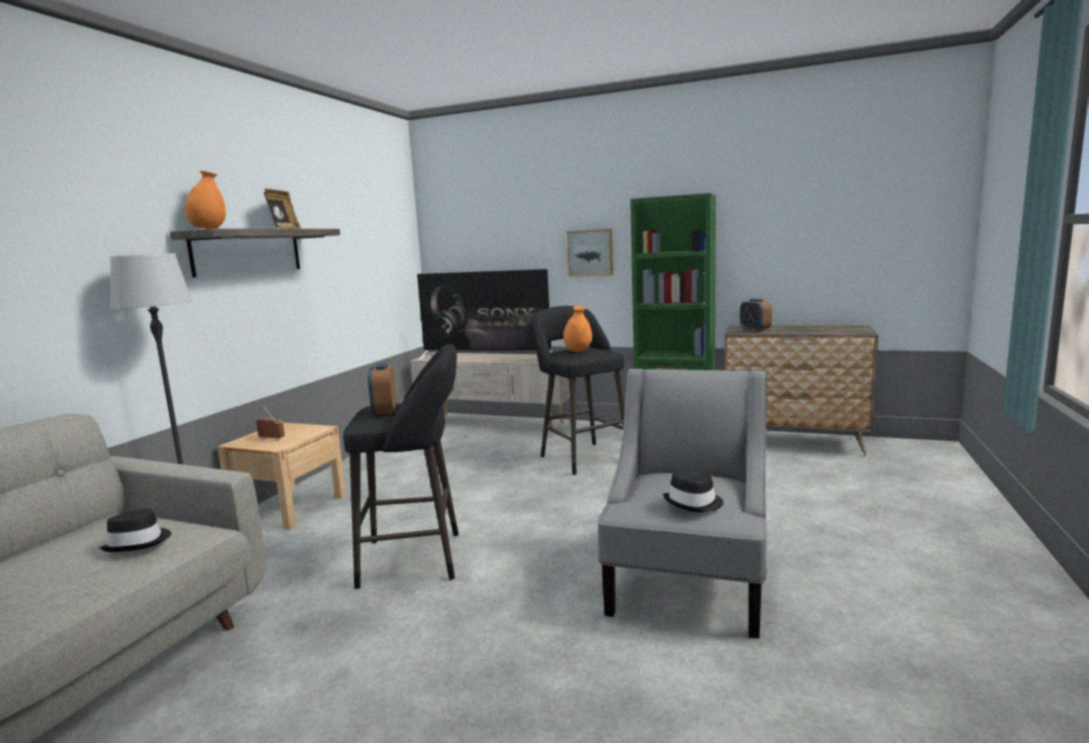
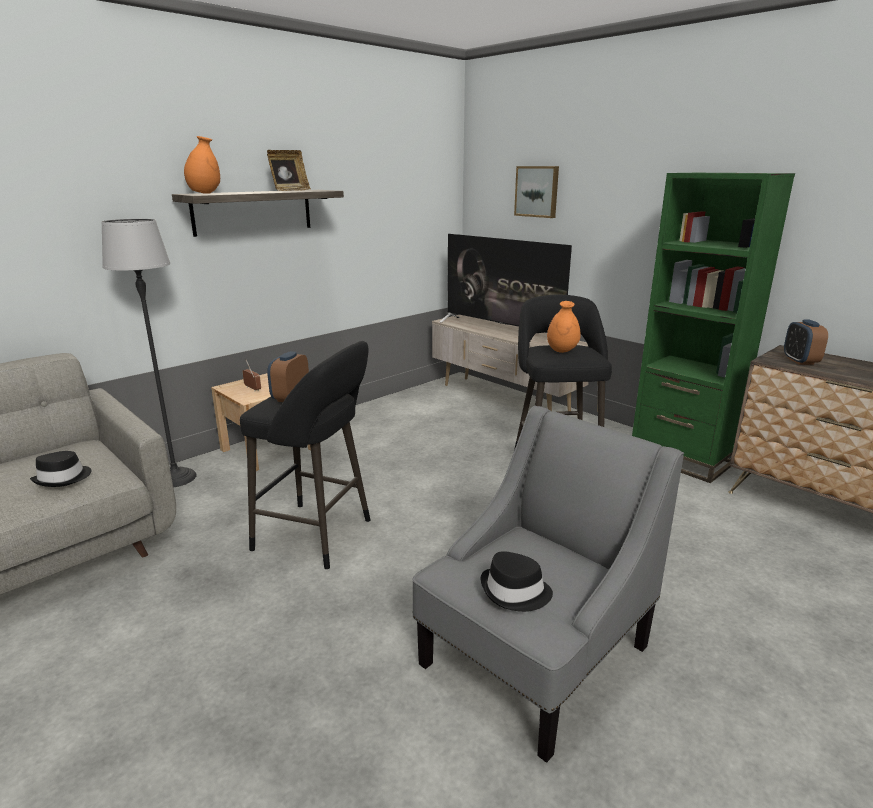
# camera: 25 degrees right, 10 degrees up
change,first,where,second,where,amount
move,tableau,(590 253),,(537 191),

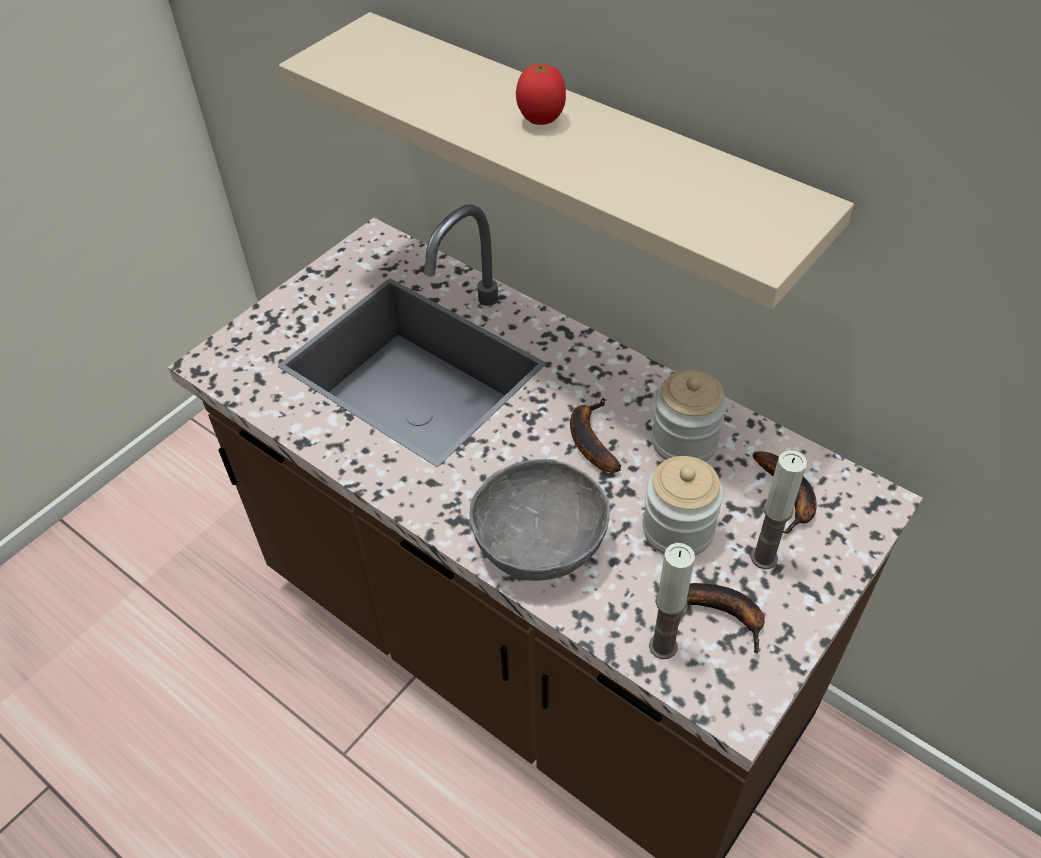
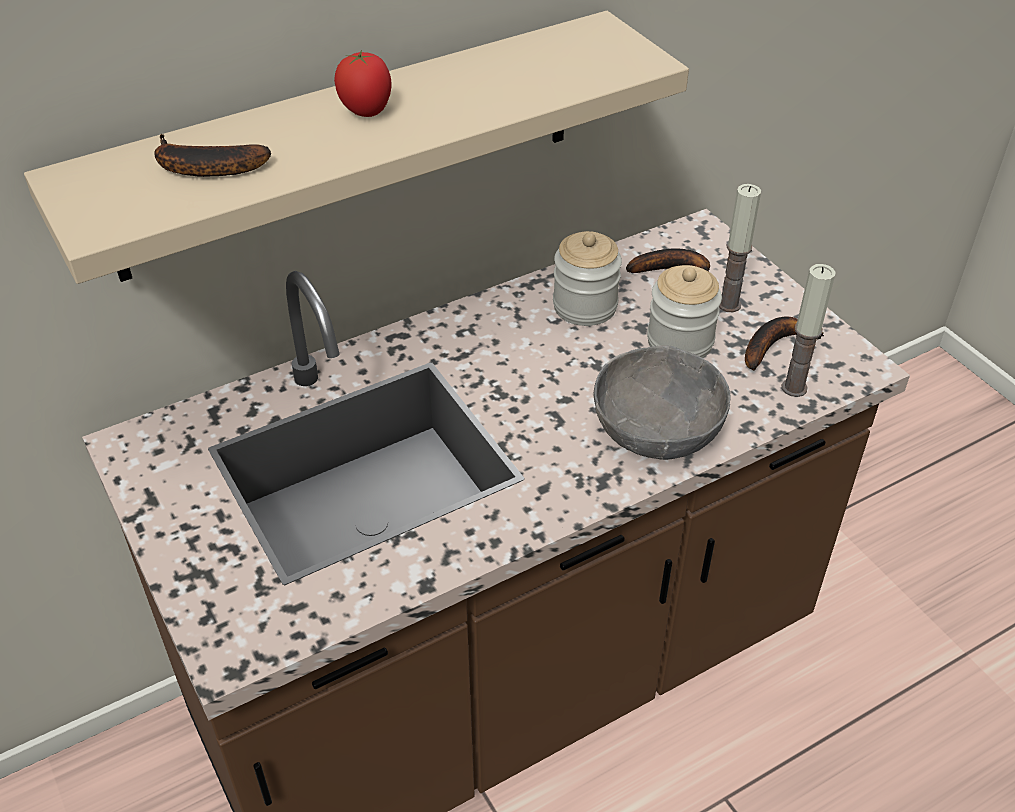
# camera: 70 degrees left, 5 degrees down
change,first,where,second,where,amount
move,banane,(589 439),,(202 168),

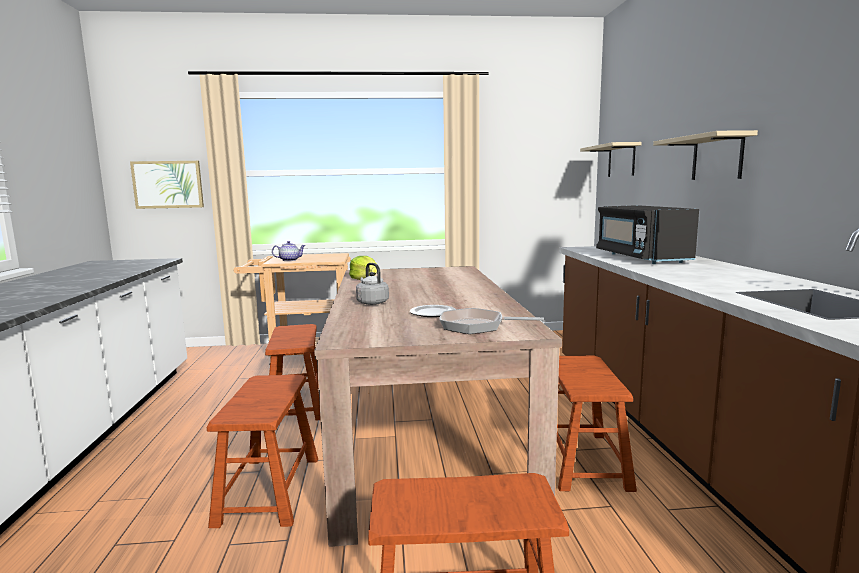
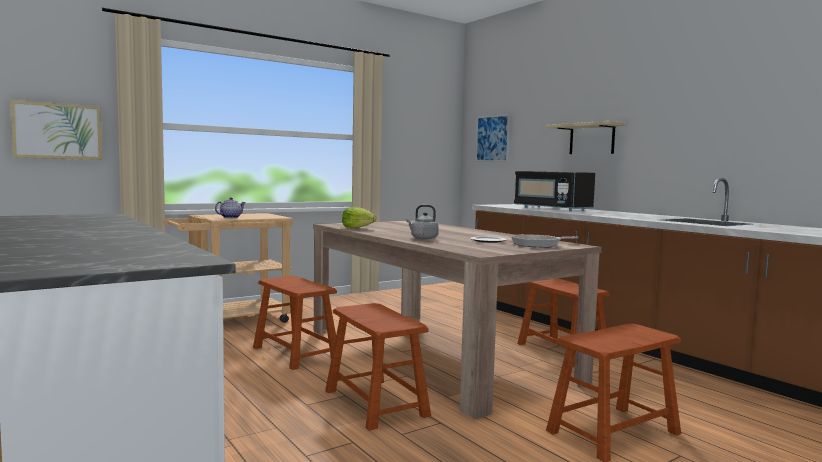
# camera: 30 degrees left, 5 degrees down
change,first,where,second,where,amount
replace,étagère (beige),(621 160),tableau,(492 138),

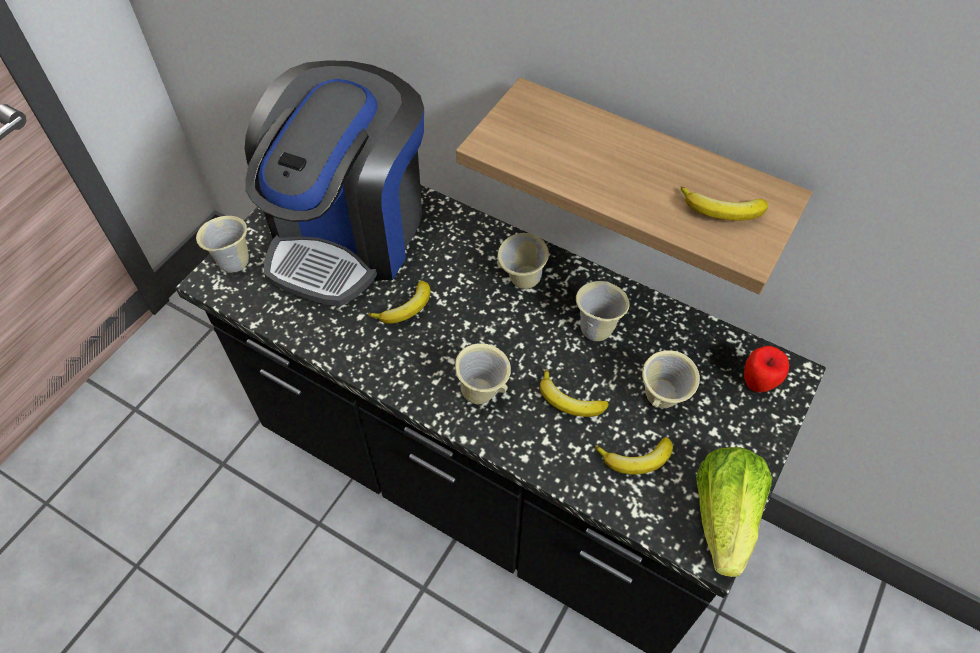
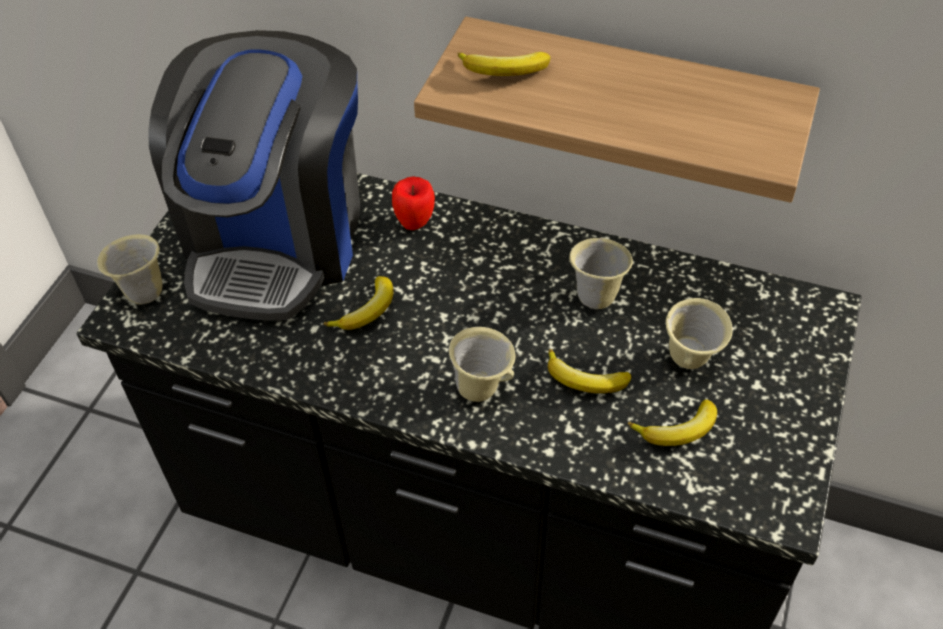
# camera: 10 degrees left, 5 degrees down
change,first,where,second,where,amount
delete,mug (beige),(521 282),,,
move,banane,(721 212),,(504 72),
delete,laitue,(725 516),,,
move,pomme,(757 384),,(415 224),

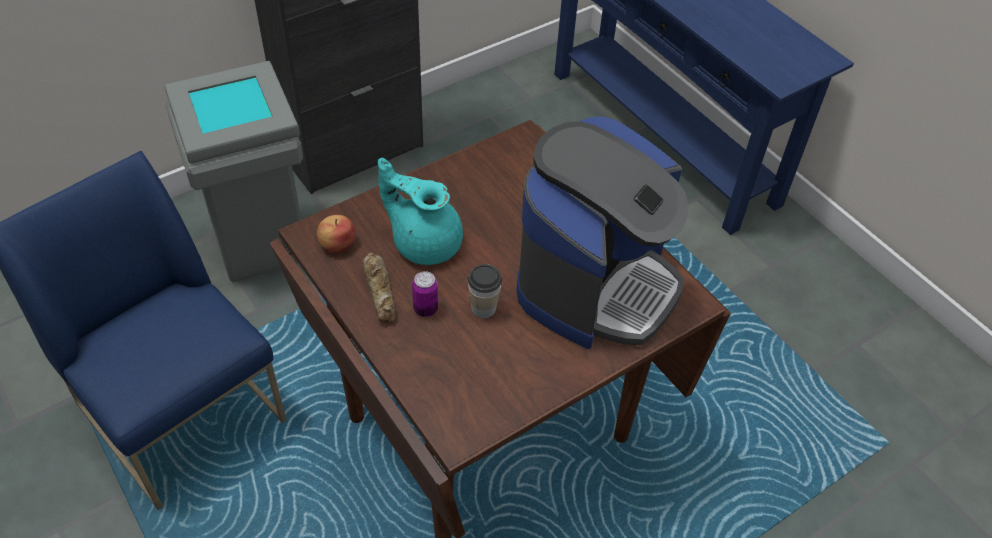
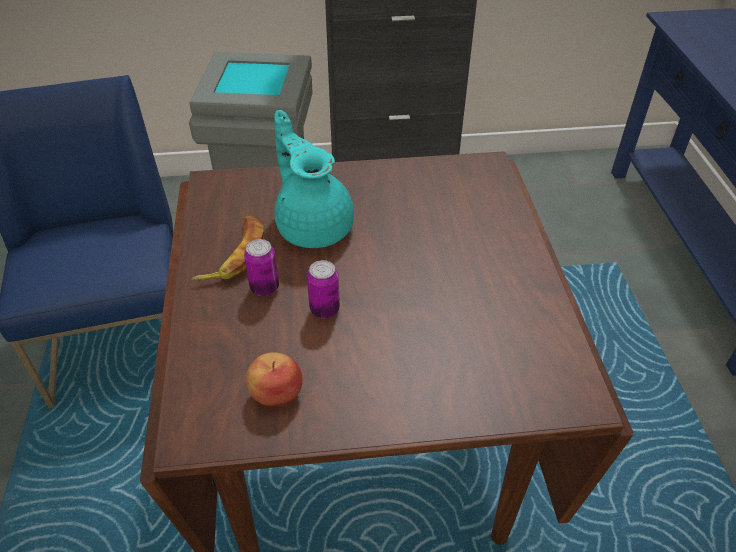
# camera: 30 degrees right, 5 degrees down
change,first,where,second,where,amount
move,pomme,(337 244),,(276 393),
replace,pain,(380 291),banane,(235 254),
replace,tasse,(483 308),boîte métallique,(324 309),
delete,machine à café,(596 284),,,

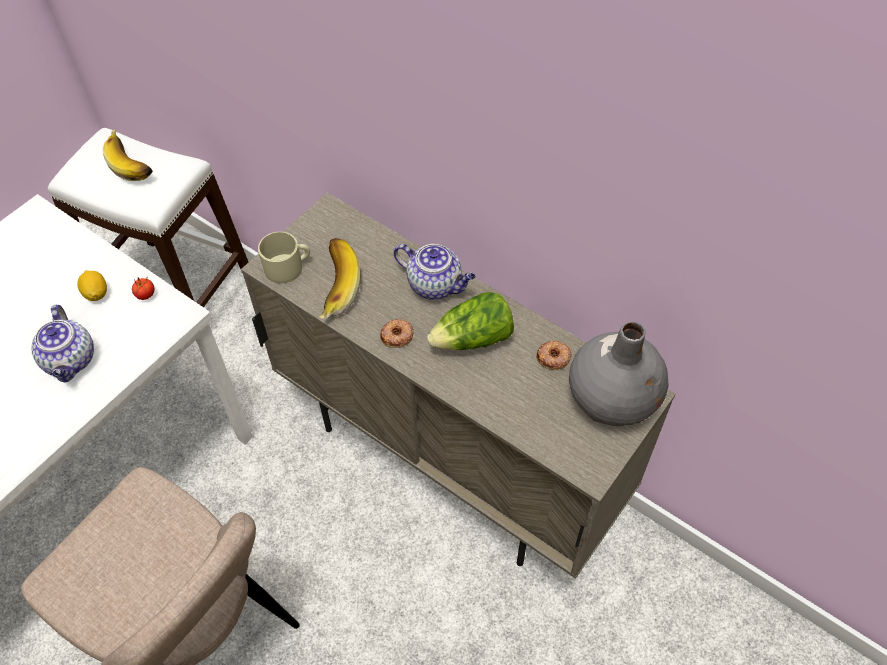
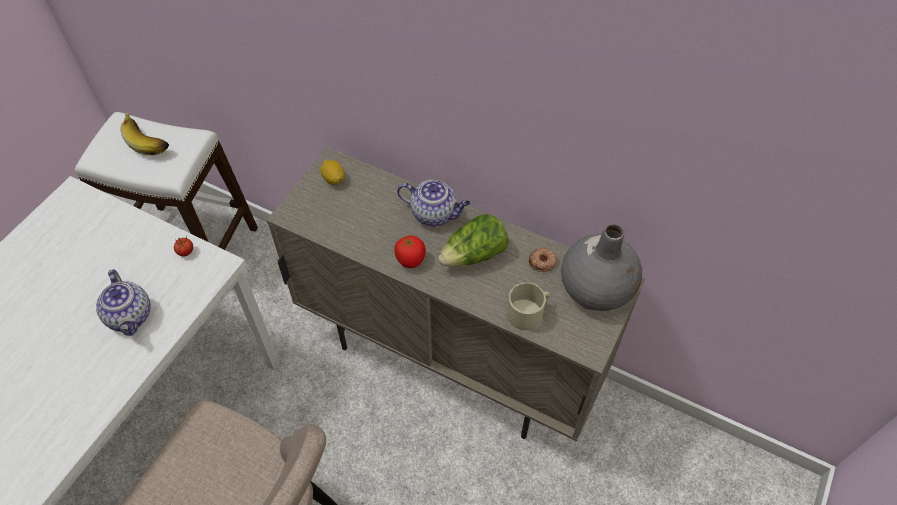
# camera: 10 degrees left, 0 degrees up
change,first,where,second,where,amount
move,citron,(96 293),,(333 179),
move,mug (beige),(288 267),,(528 312),
delete,banane,(333 287),,,
replace,beignet,(397 336),tomate,(411 260),

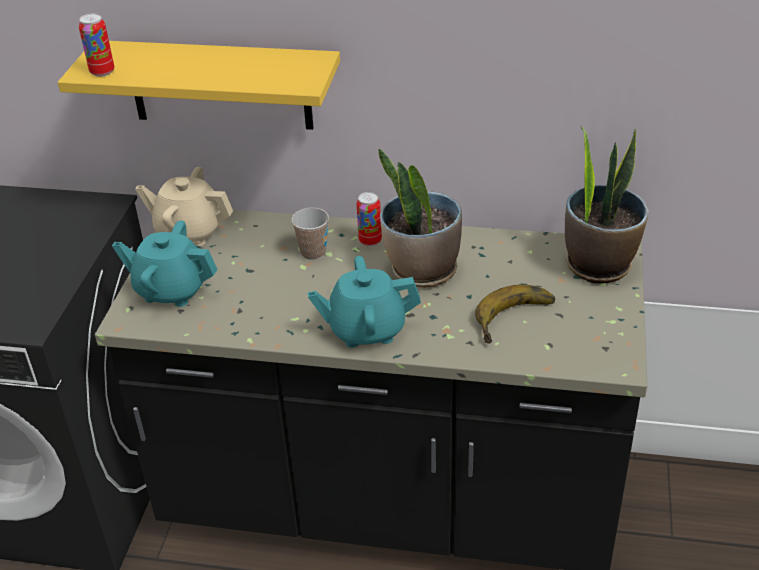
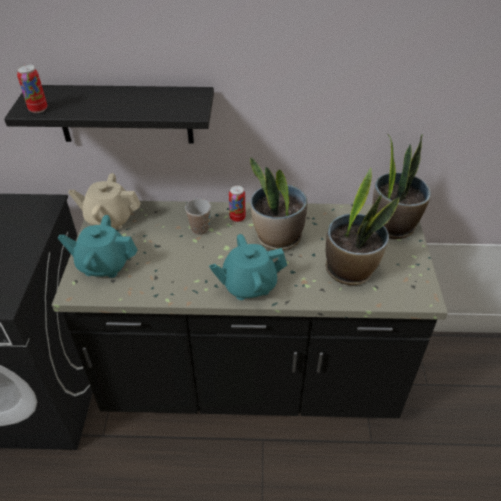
# camera: 10 degrees left, 5 degrees up
change,first,where,second,where,amount
recolor,étagère (jaune),(220 85),étagère (noir),(125 114),
replace,banane,(517 320),plante en pot,(350 270),

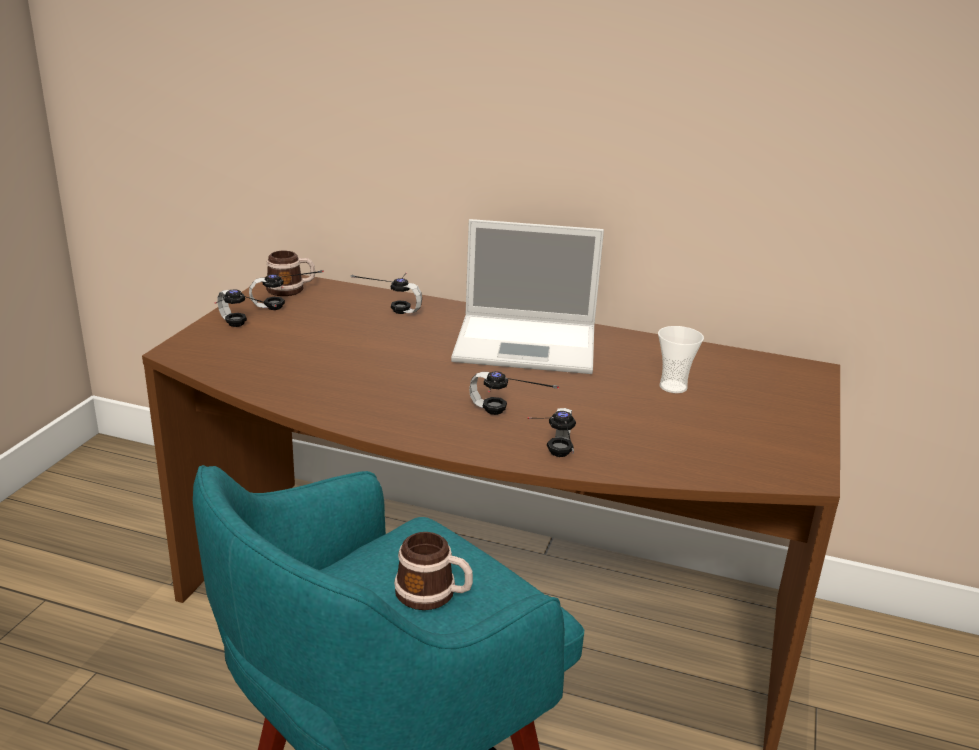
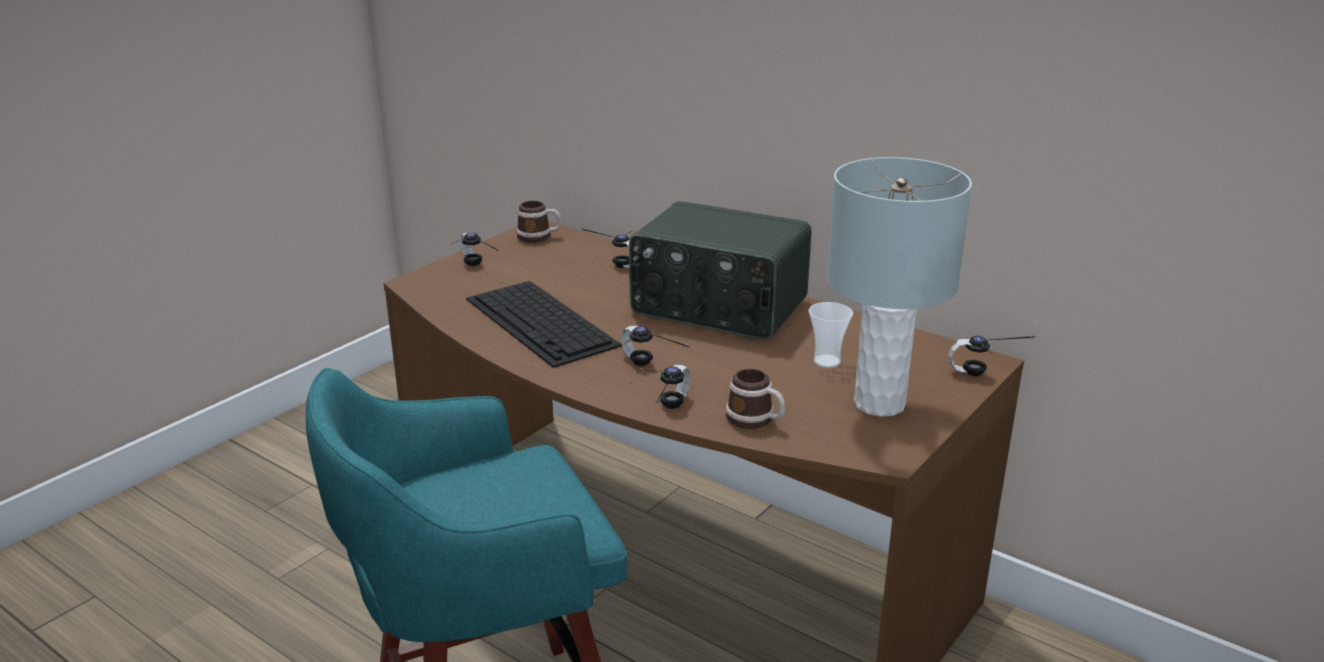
# camera: 20 degrees right, 0 degrees up
change,first,where,second,where,amount
move,casque audio,(288 309),,(990 377),
move,mug,(433 594),,(755 420),
replace,ordinateur portable,(529 345),radio,(718 307),
insert,,,clavier,(542 322),
insert,,,lampe de table (gris),(880 403),

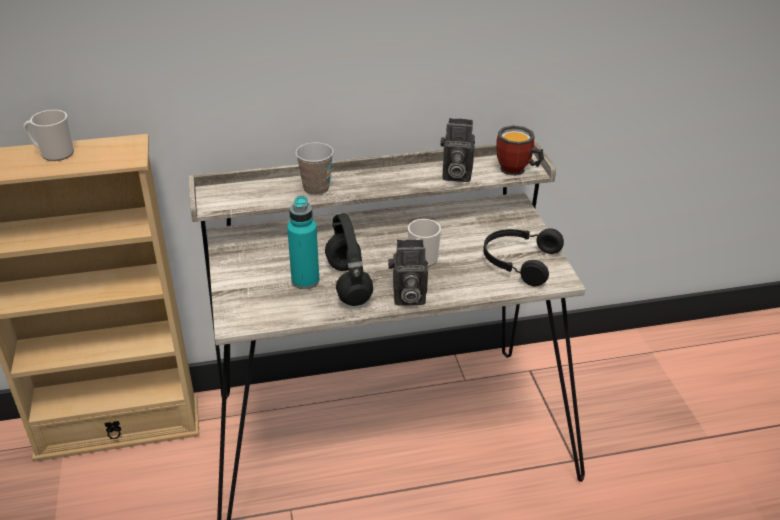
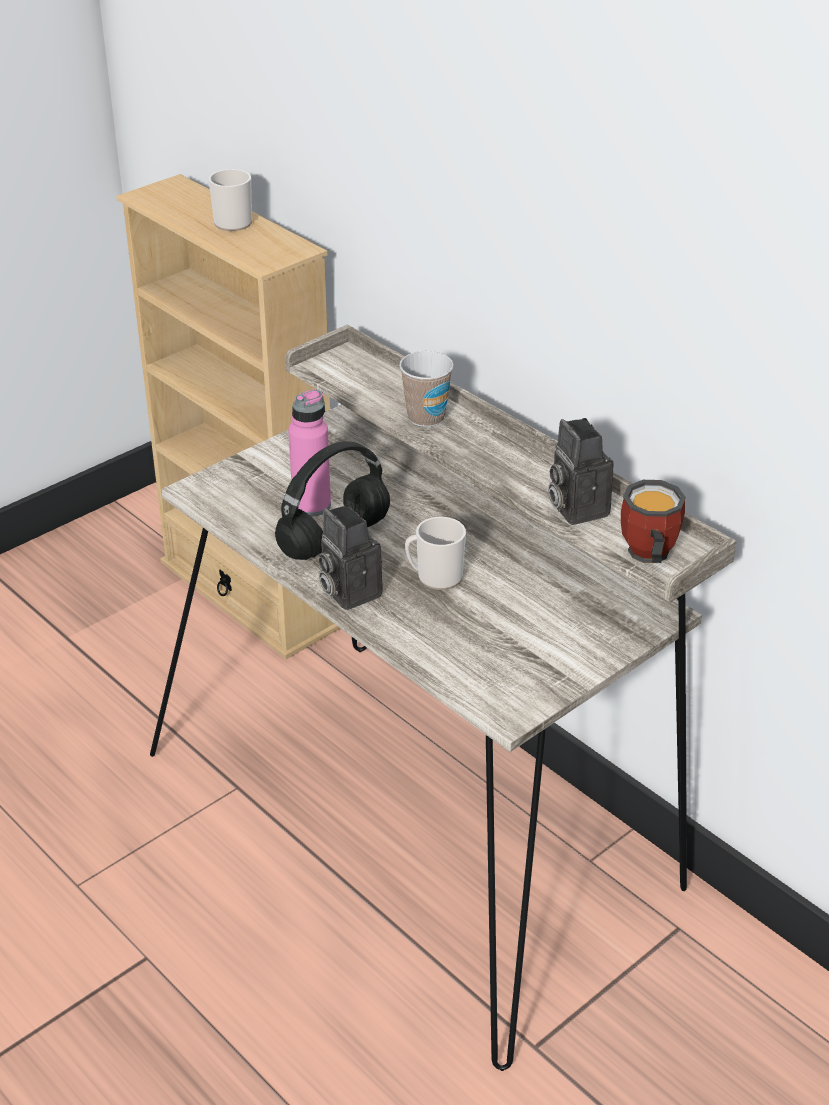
# camera: 60 degrees right, 0 degrees up
change,first,where,second,where,amount
recolor,bouteille (turquoise),(305 280),bouteille (rose),(311 505),
delete,casque audio (noir),(518 262),,,

